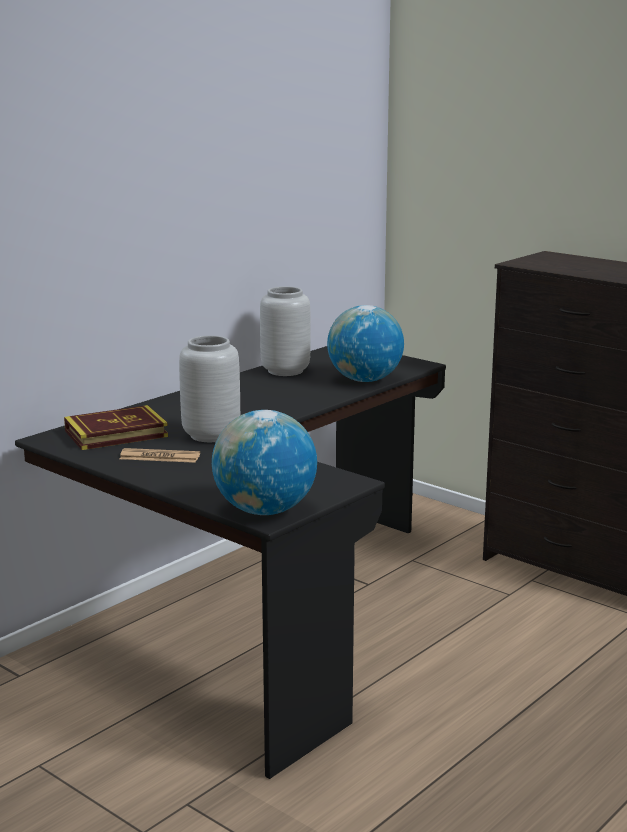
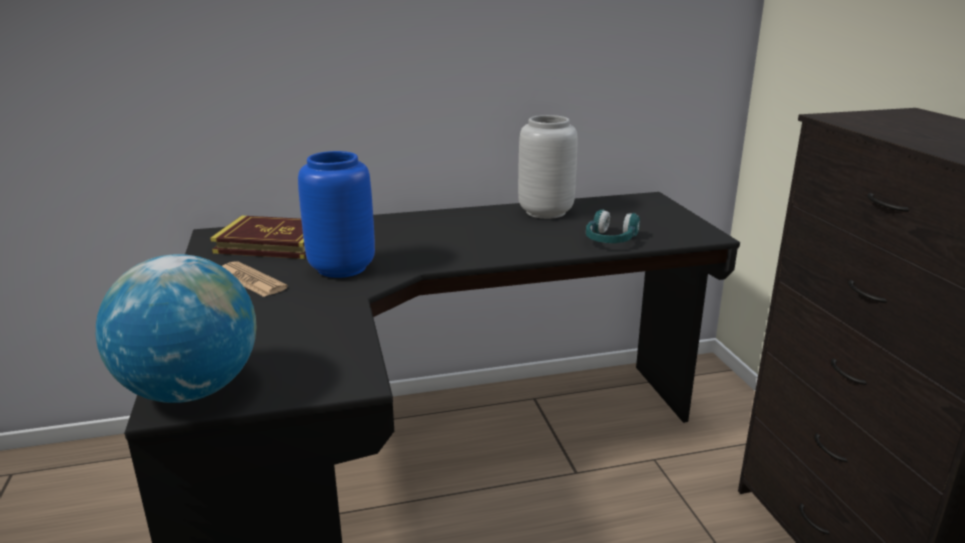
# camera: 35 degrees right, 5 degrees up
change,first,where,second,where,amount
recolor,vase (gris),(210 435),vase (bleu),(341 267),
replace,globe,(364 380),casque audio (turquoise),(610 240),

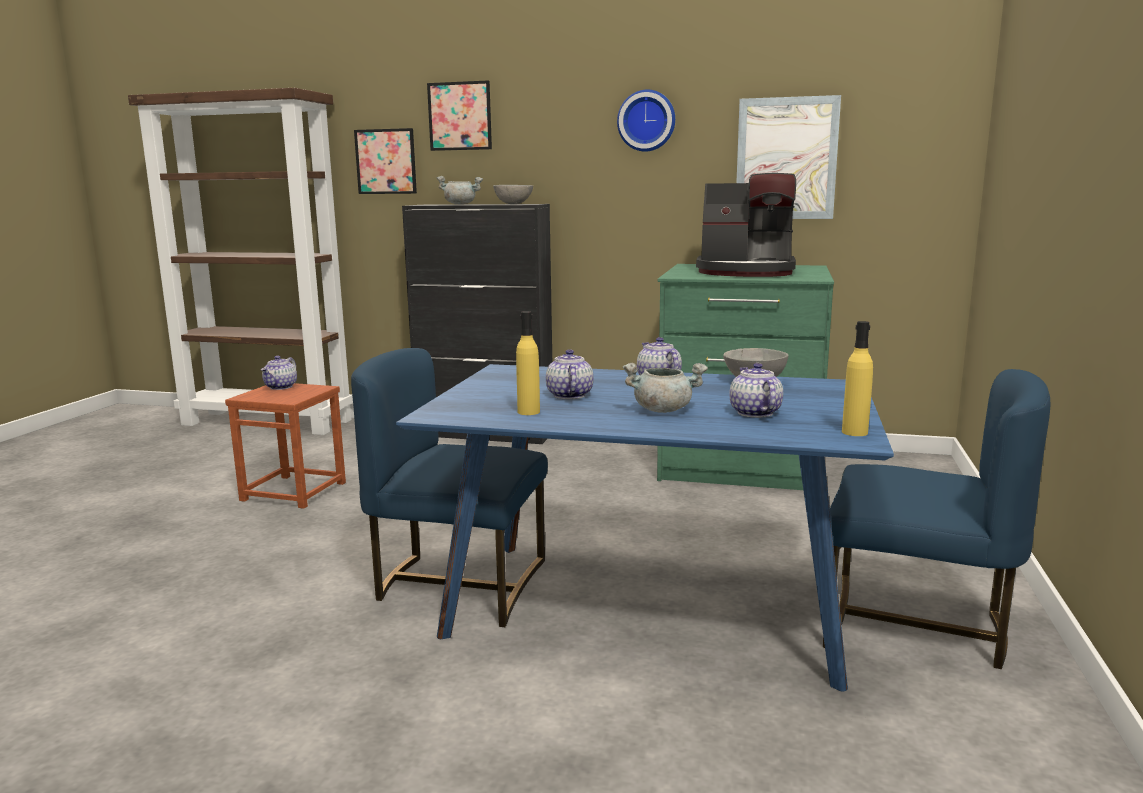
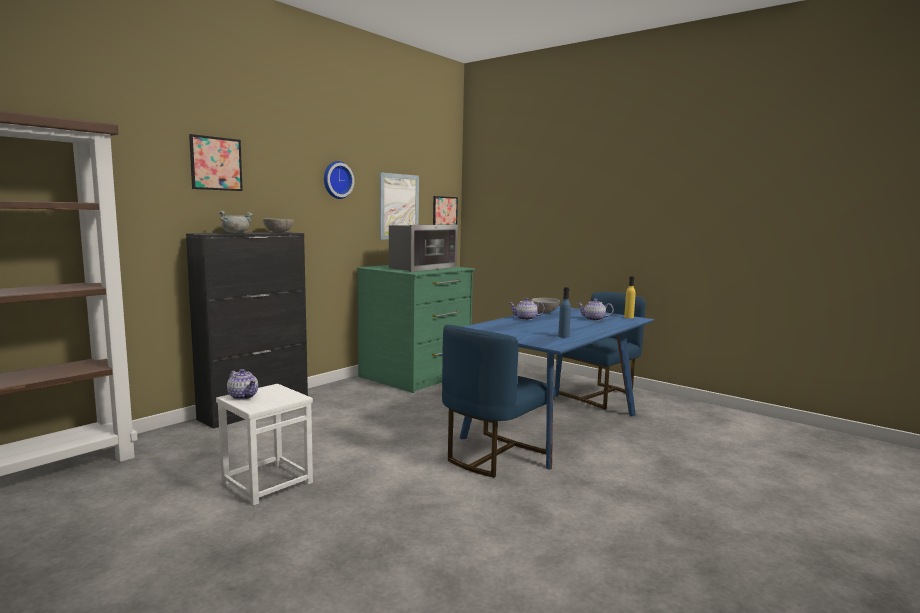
# camera: 65 degrees left, 5 degrees down
change,first,where,second,where,amount
recolor,tabouret (marron),(294 491),tabouret (blanc),(267 482),
move,tableau,(386 161),,(444 214),
recolor,bouteille (jaune),(528 412),bouteille (bleu),(563 336),
delete,théière,(568 395),,,
delete,marmite (gris),(663 410),,,
replace,machine à café,(746 272),micro-ondes,(421 268),

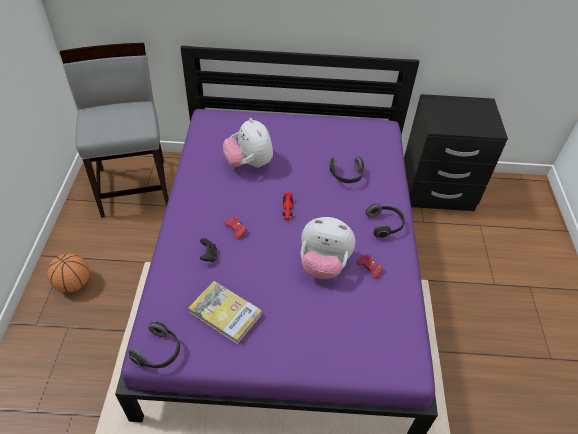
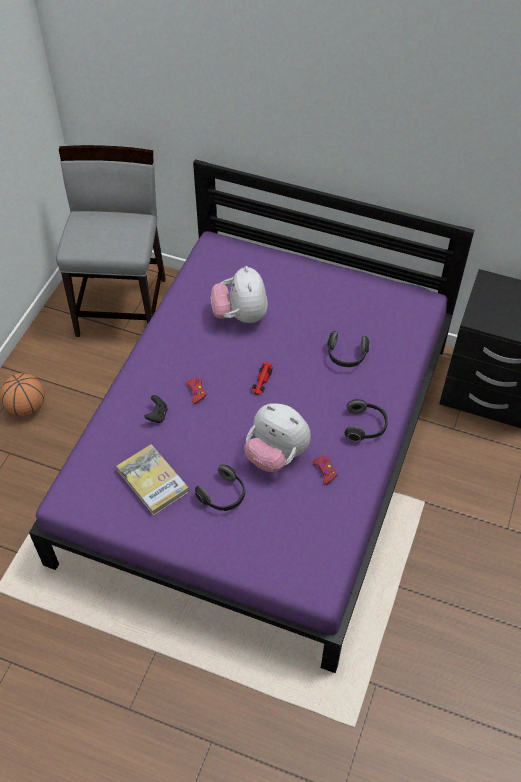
# camera: 20 degrees right, 5 degrees up
change,first,where,second,where,amount
move,casque audio,(159 352),,(223 496),

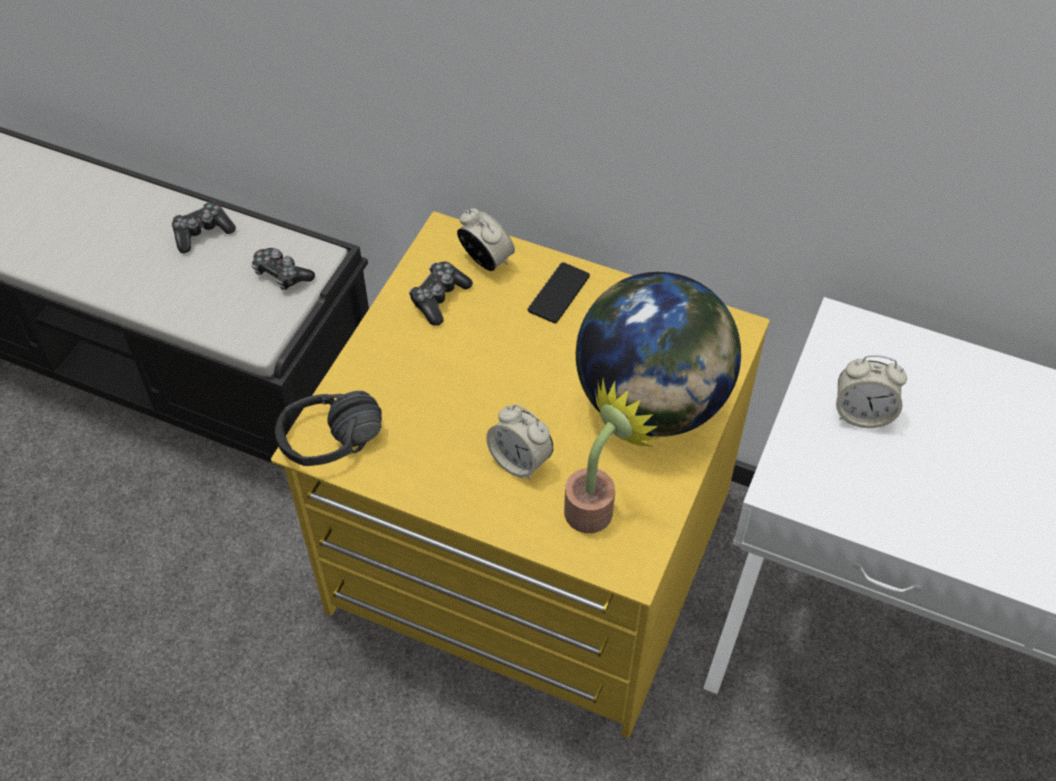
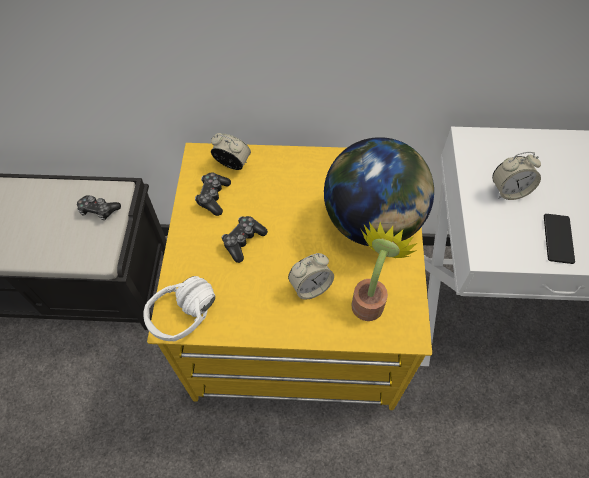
# camera: 20 degrees left, 5 degrees up
change,first,where,second,where,amount
move,manette,(202 233),,(243 241),
recolor,casque audio (noir),(336 451),casque audio (blanc),(190 321),
rotate,réveil,(520 461),,(310 287),45 degrees counterclockwise
move,téléphone,(558 293),,(558 239),

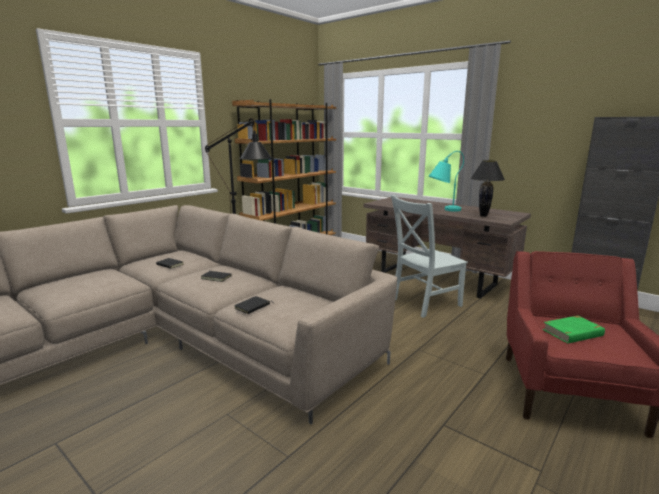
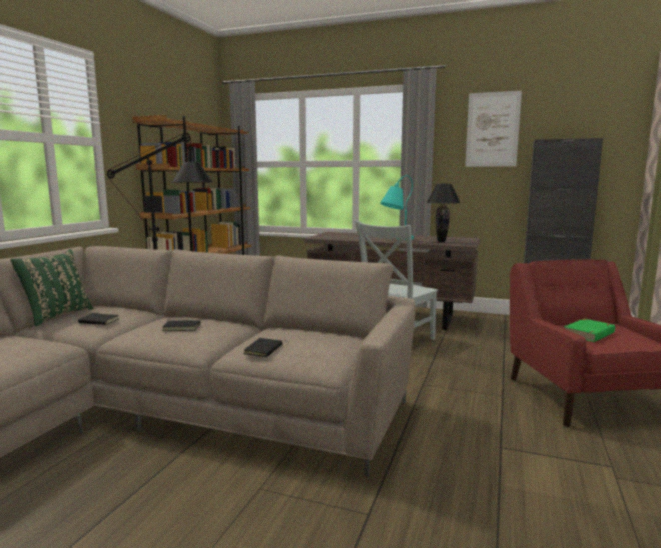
# camera: 20 degrees left, 5 degrees down
change,first,where,second,where,amount
insert,,,coussin (vert),(56 316),
insert,,,tableau,(492 129),

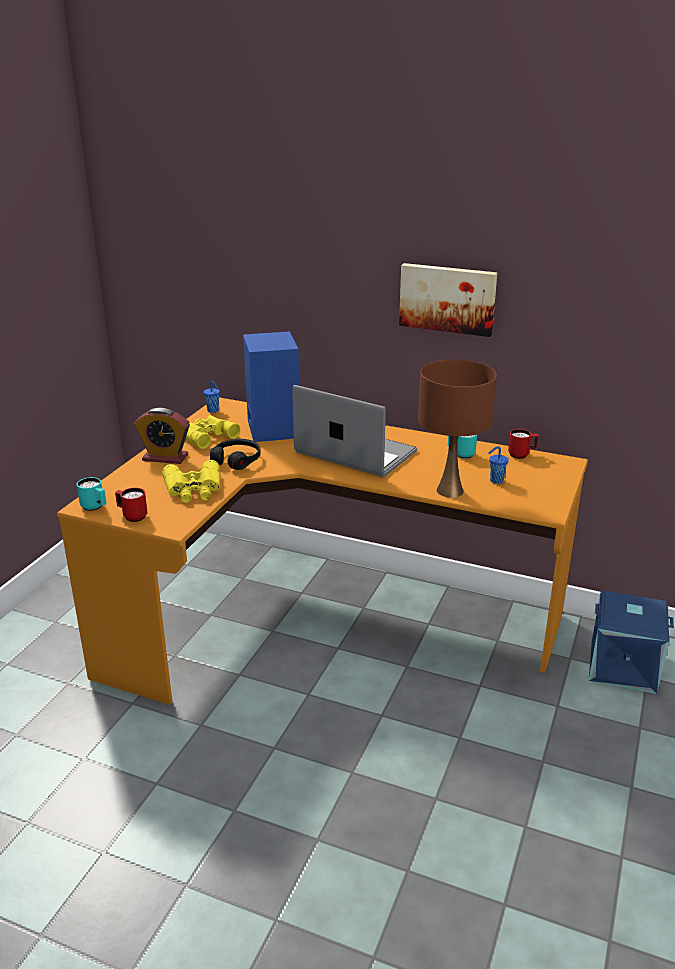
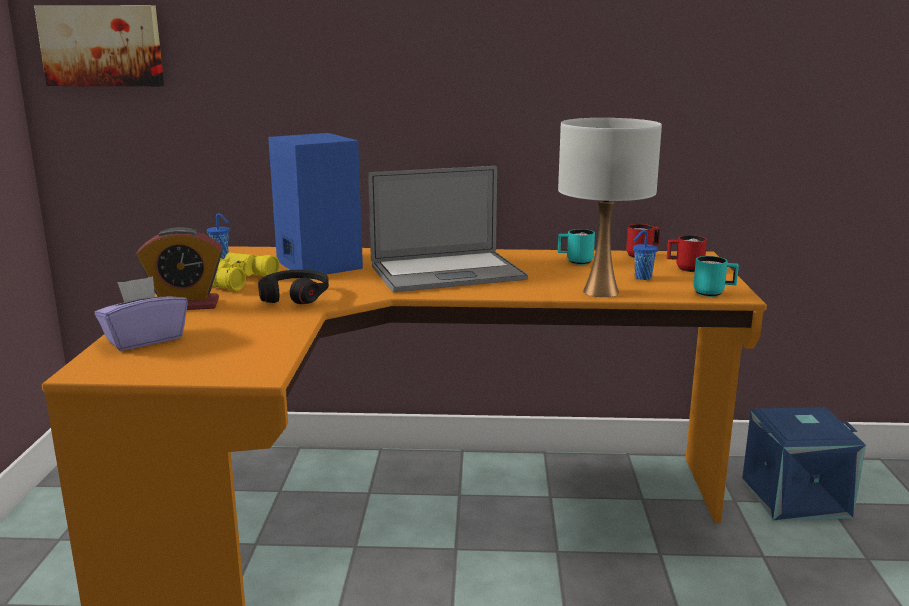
# camera: 20 degrees left, 10 degrees down
change,first,where,second,where,amount
move,mug (turquoise),(95 507),,(713 293),
move,mug (rouge),(132 516),,(684 269),
delete,jumelles (jaune),(194 489),,,
rotate,ordinateur portable,(355 452),,(447 273),150 degrees clockwise
move,tableau,(447 298),,(102 46),
recolor,lampe de table (marron),(450 491),lampe de table (blanc),(601 291),
insert,,,boîte à mouchoirs (violet),(144 339),

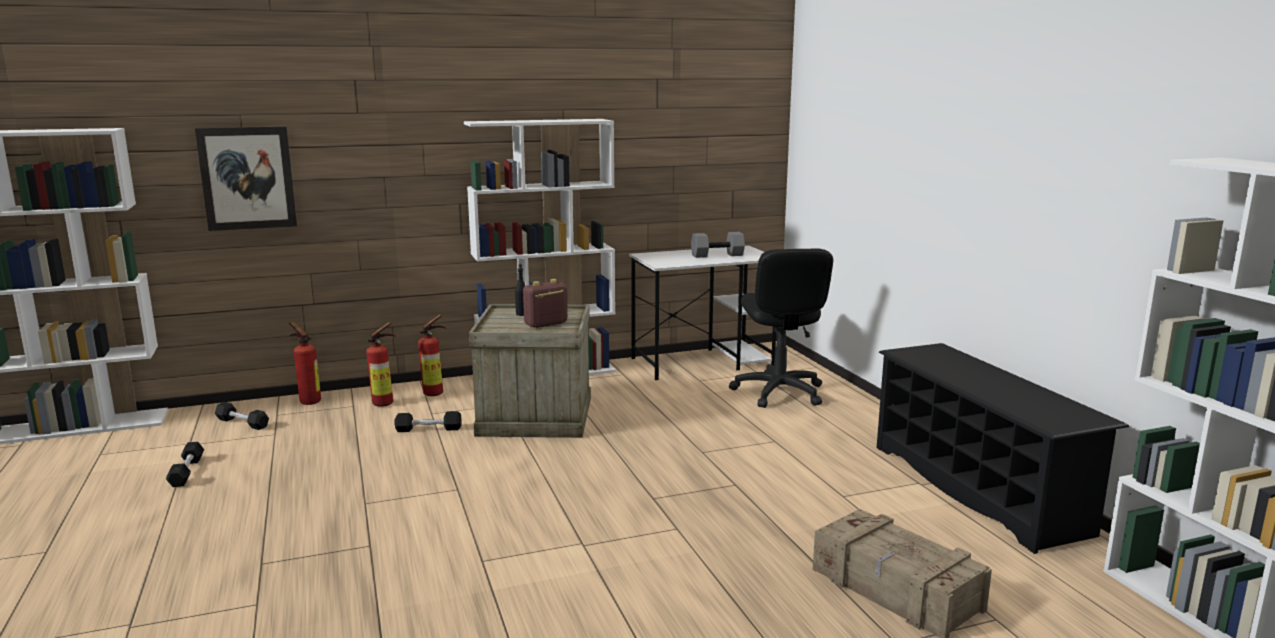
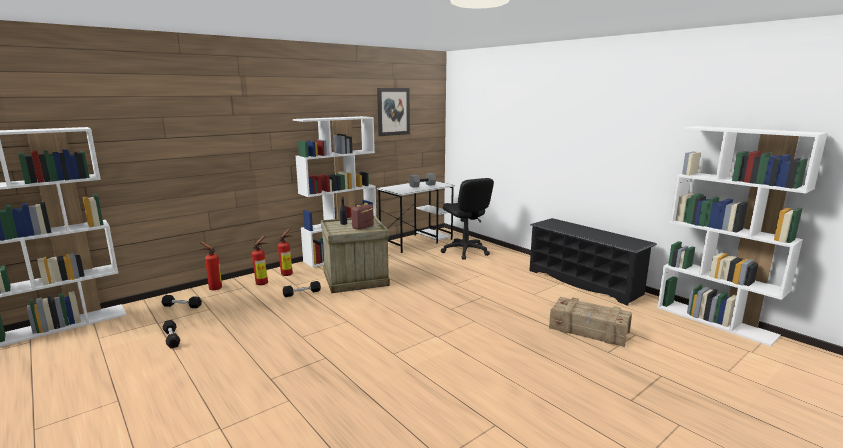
# camera: 20 degrees left, 0 degrees up
change,first,where,second,where,amount
move,tableau,(247 178),,(393 111),

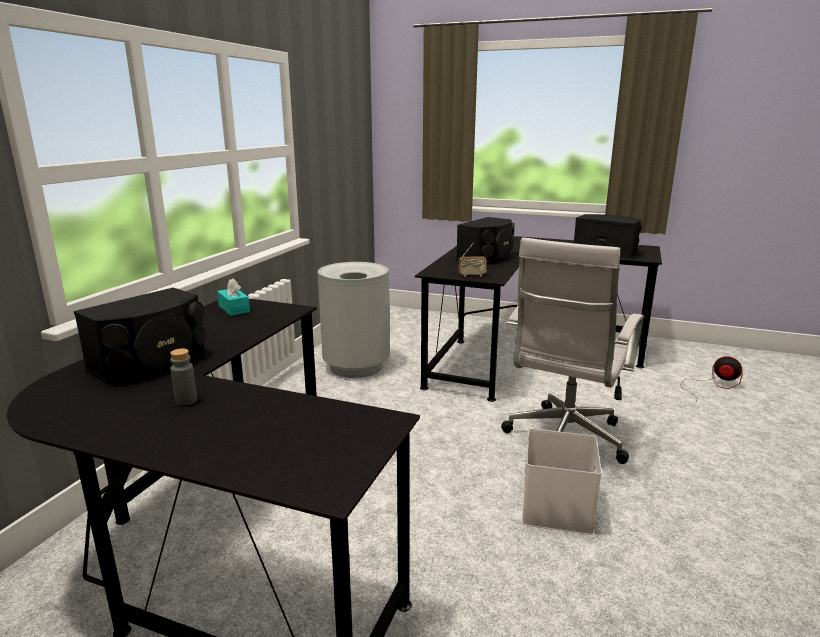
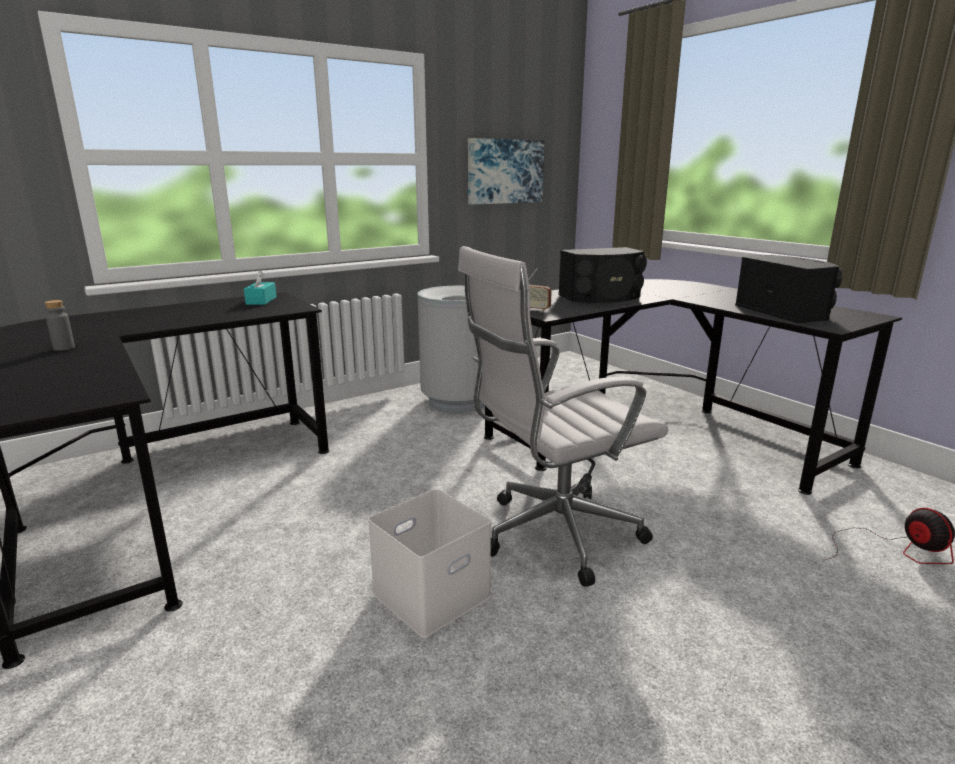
# camera: 35 degrees right, 0 degrees up
change,first,where,second,where,amount
delete,enceinte (noir),(152 363),,,
insert,,,tableau,(504 171),

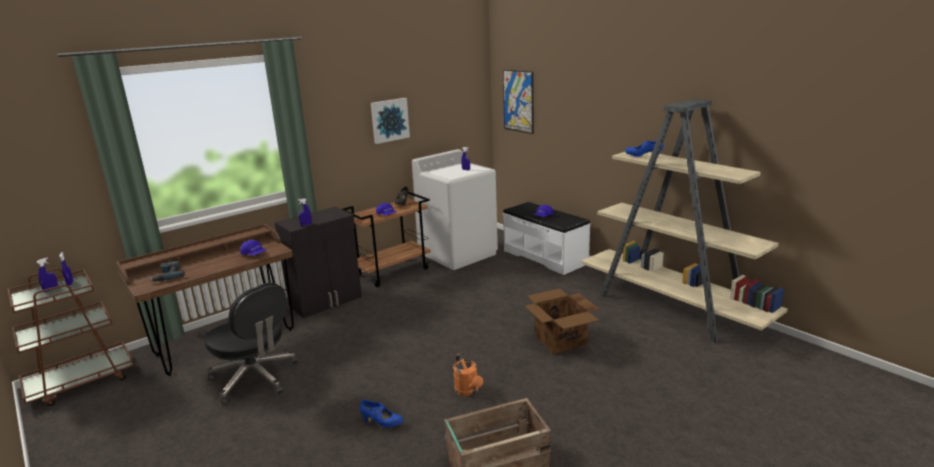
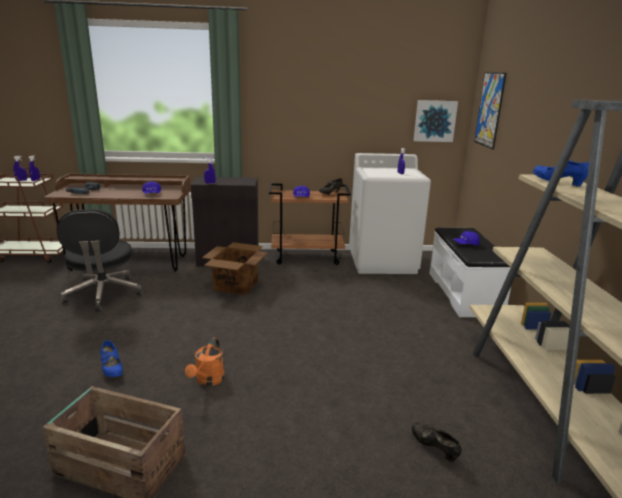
# camera: 35 degrees right, 0 degrees up
change,first,where,second,where,amount
move,tableau,(389 120),,(434 121),
move,carton,(560 340),,(235 285),
insert,,,chaussure (noir),(434 448),

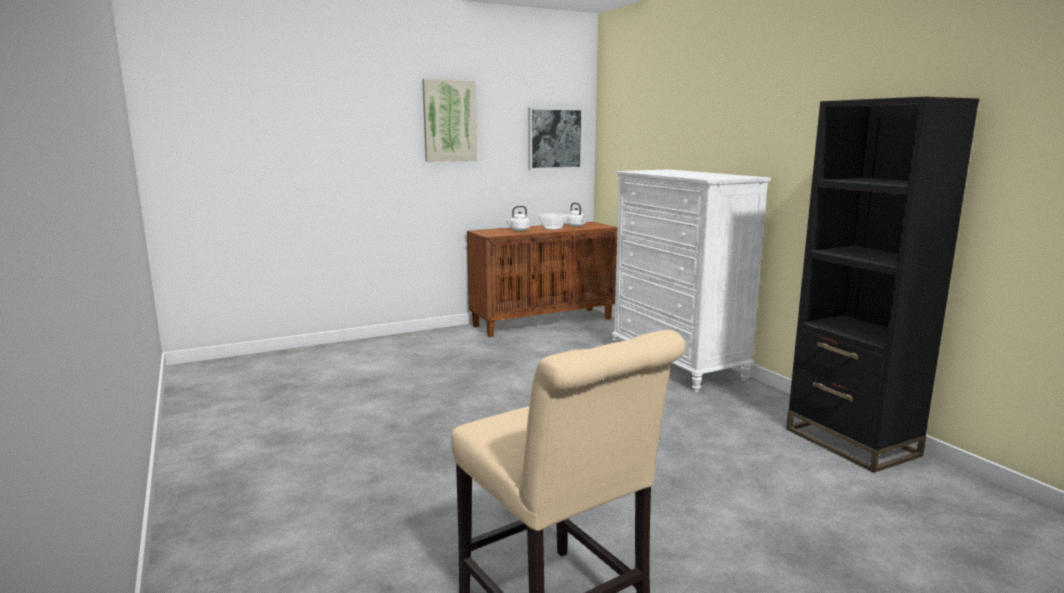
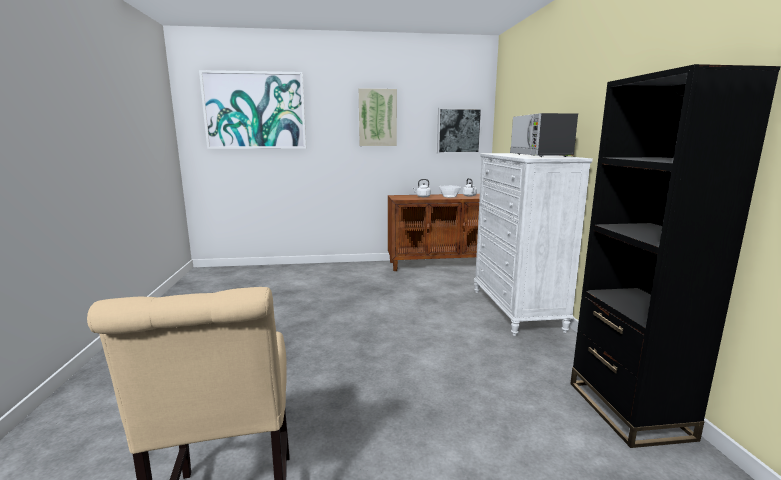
# camera: 20 degrees right, 0 degrees up
change,first,where,second,where,amount
insert,,,tableau,(255 111),
insert,,,micro-ondes,(539 155),

